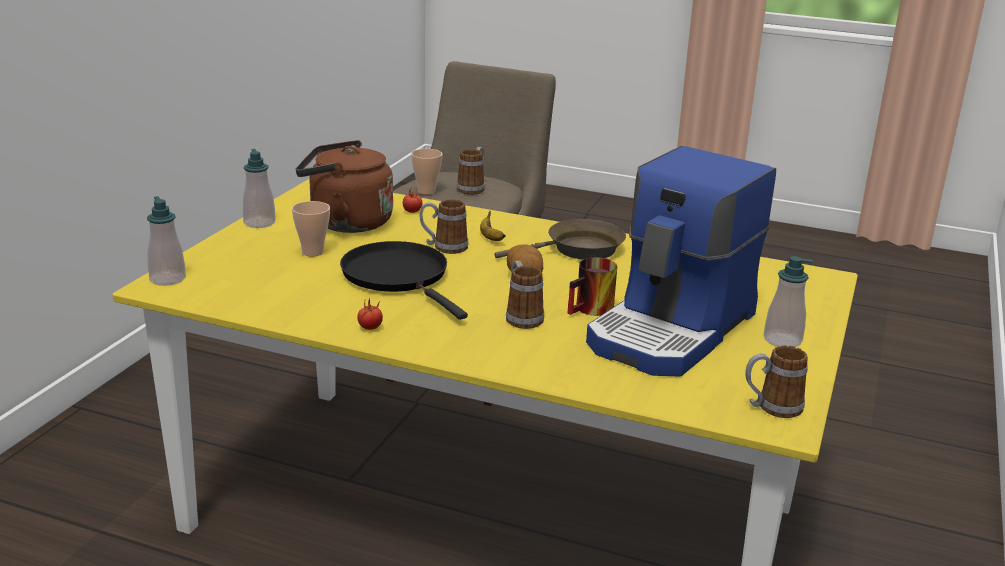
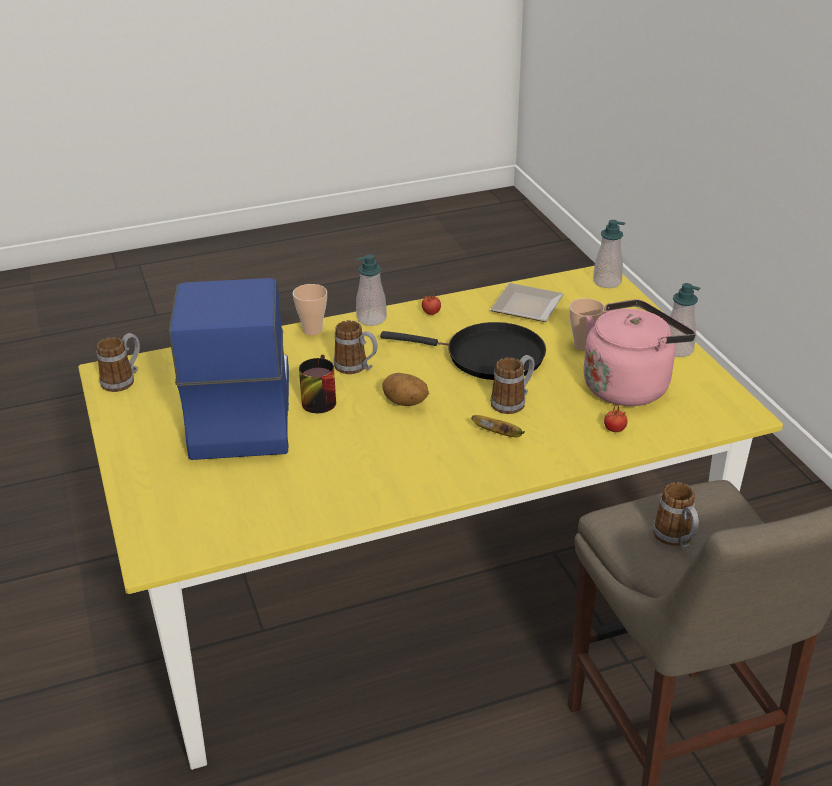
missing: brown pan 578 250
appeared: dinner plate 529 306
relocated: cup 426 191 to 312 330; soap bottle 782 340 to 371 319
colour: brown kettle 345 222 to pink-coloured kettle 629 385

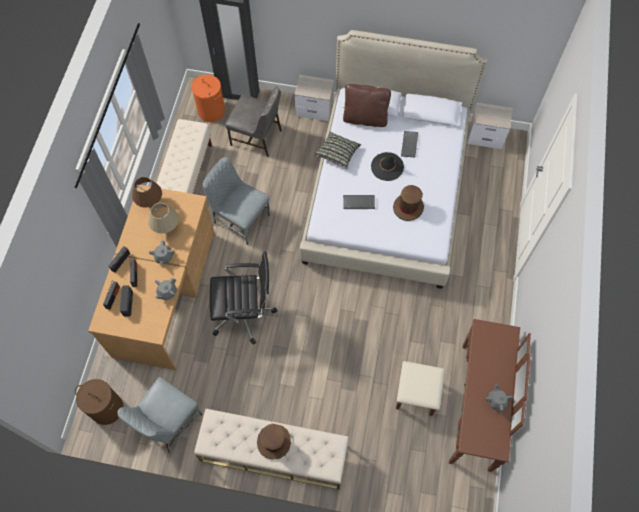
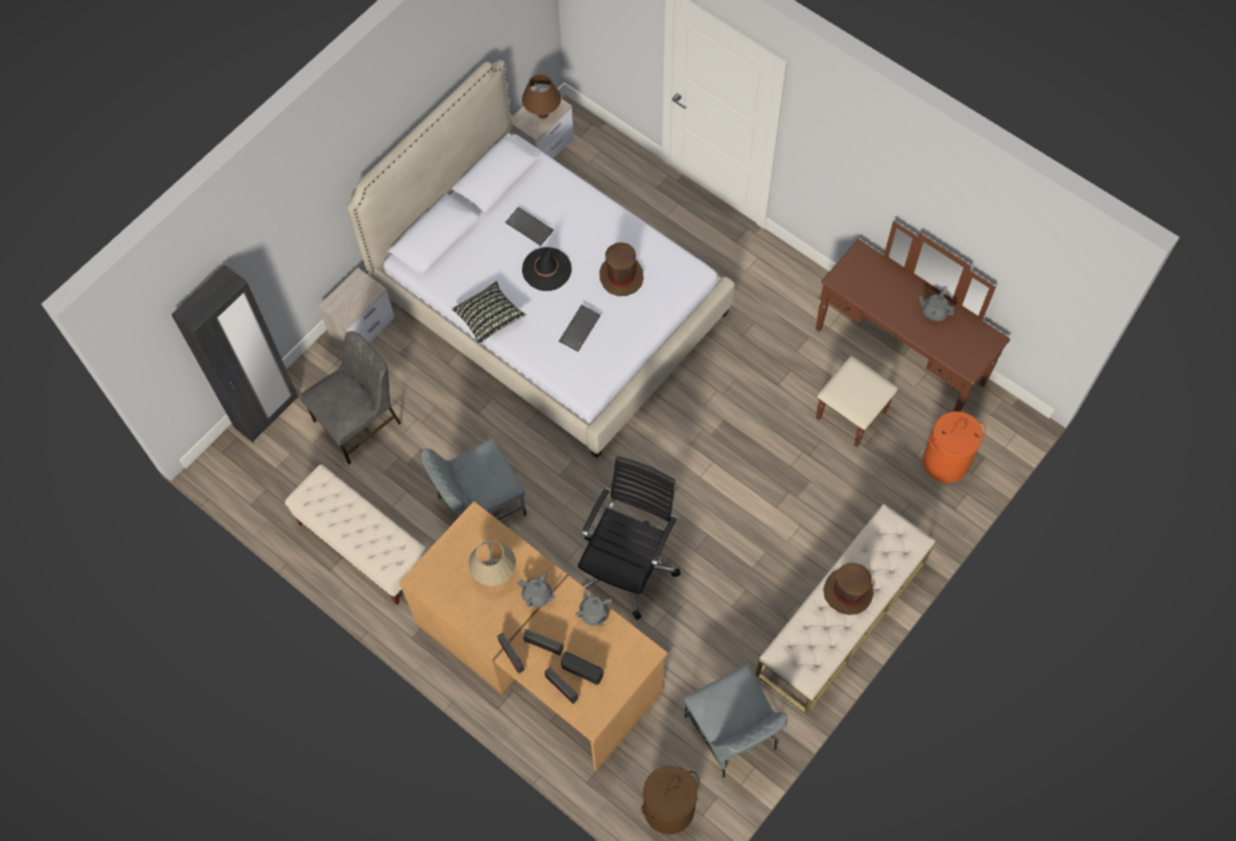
missing: brown cushion 365 118
relocated: brown table lamp 151 203 to 543 114; orangey laundry basket 211 111 to 946 461

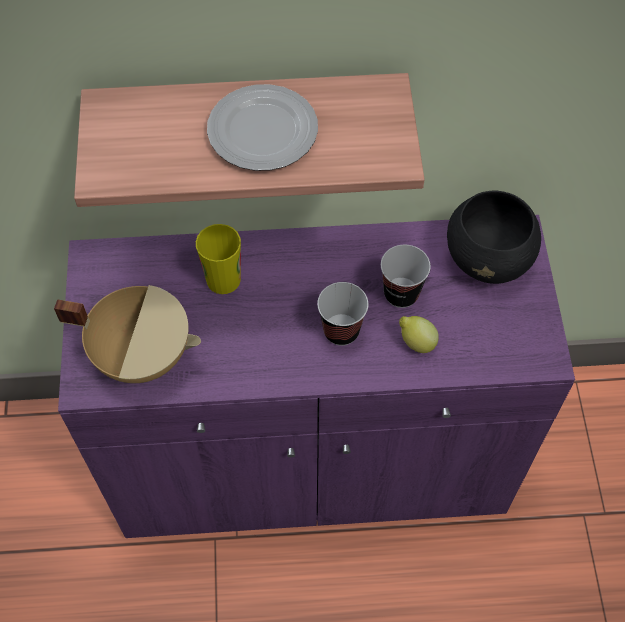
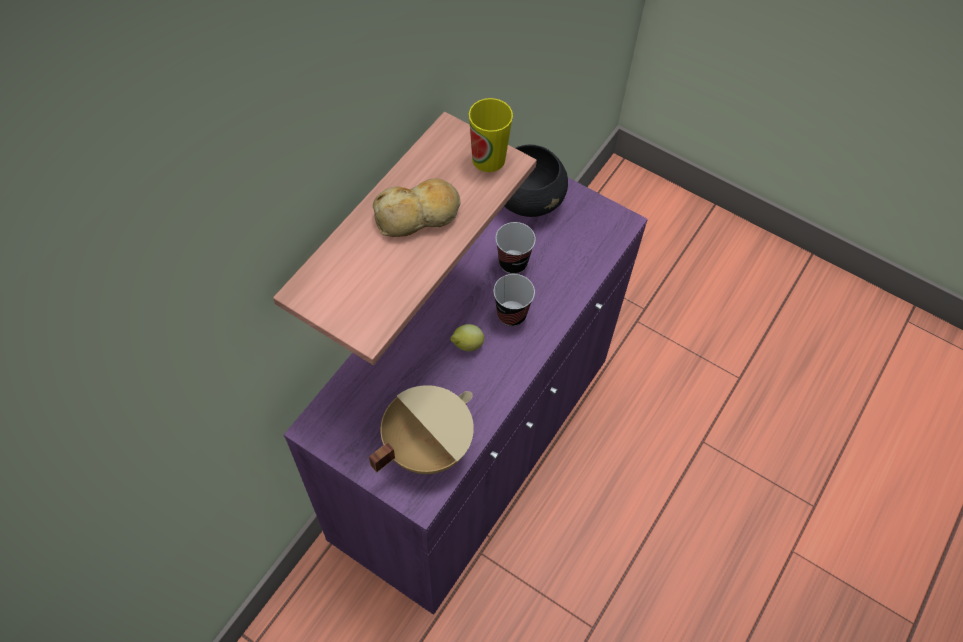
relocated: citrus fruit 416 342 to 466 345; cup 223 279 to 488 159
exchanged: dinner plate 262 131 to bakery bread 418 215

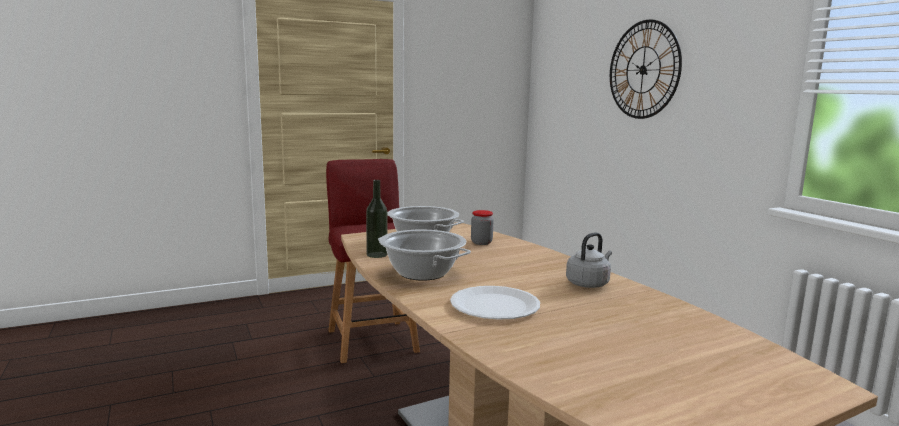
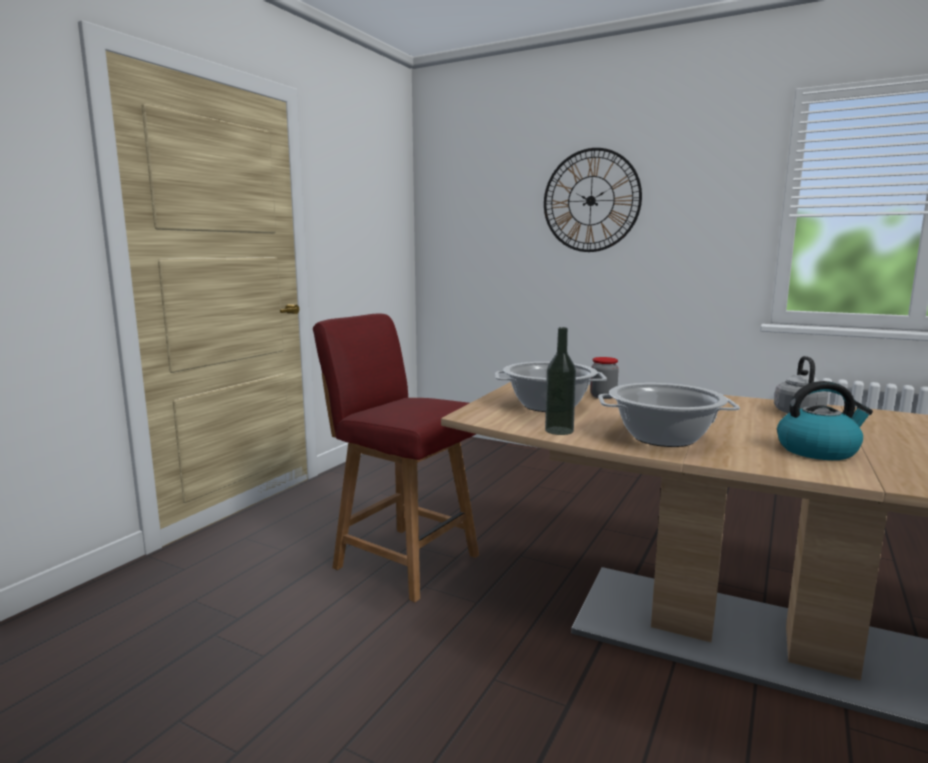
exchanged: white dinner plate 494 305 to kettle 818 450

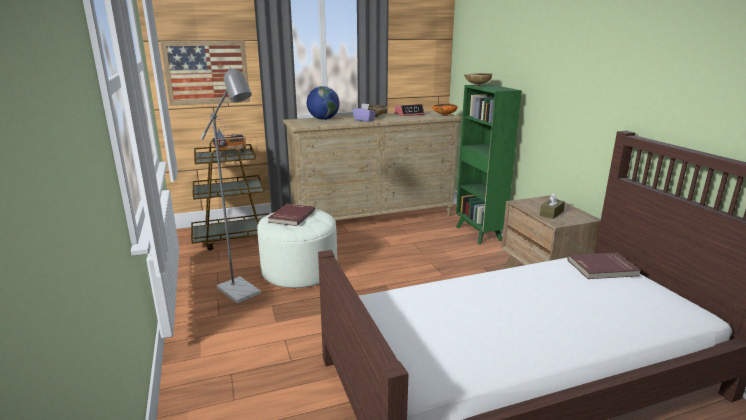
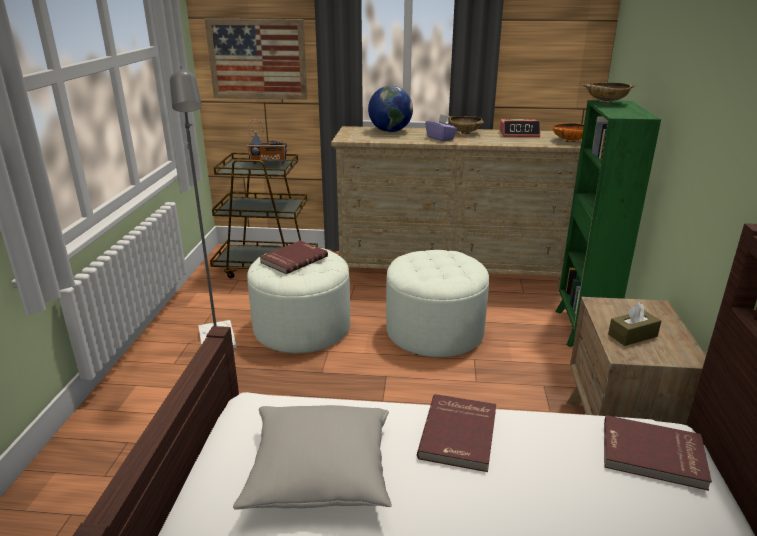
appeared: grey cushion 319 473; white footrest 434 331; reddish volume 460 434

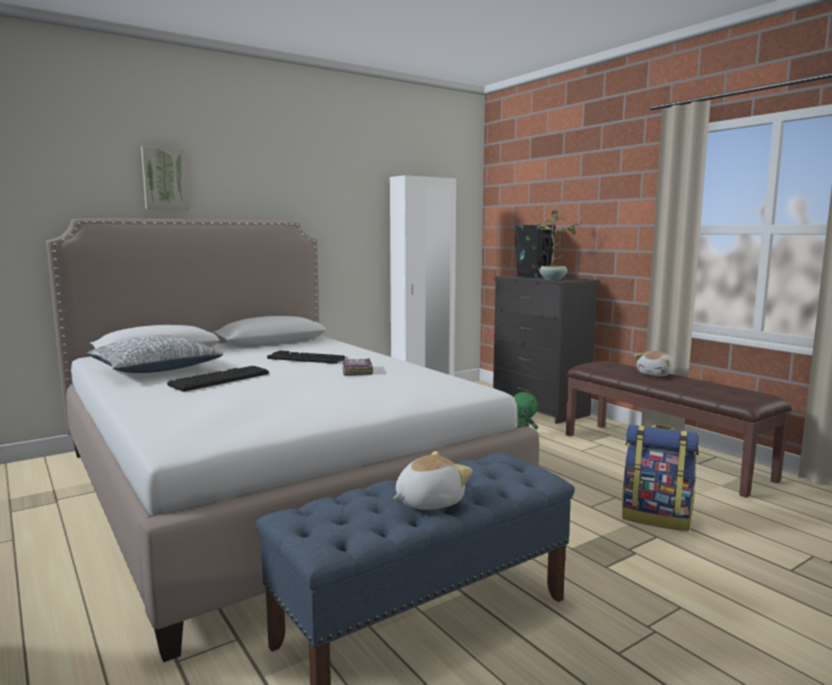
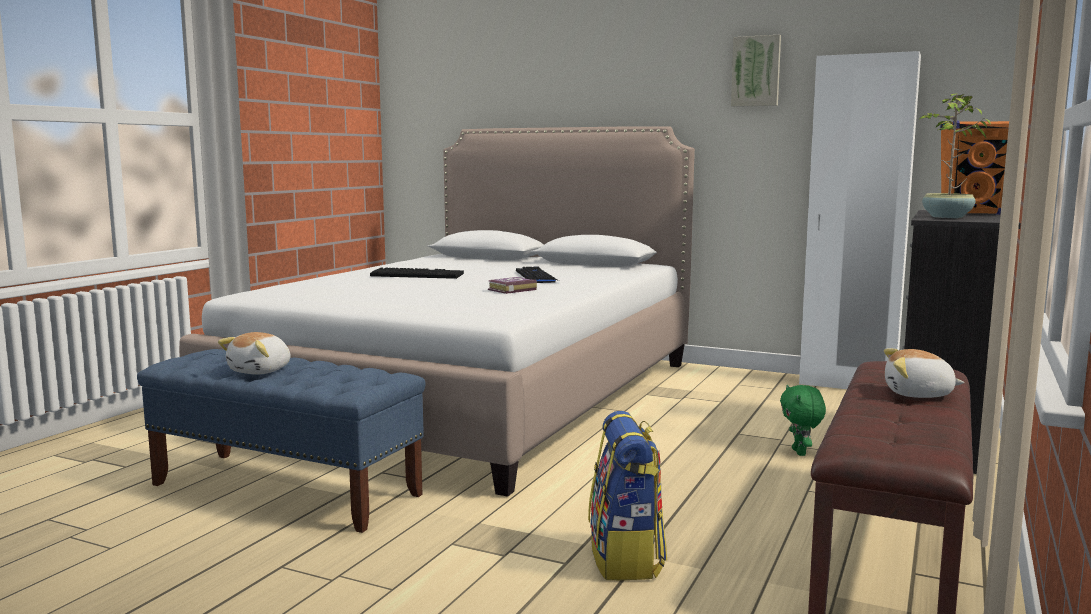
missing: cushion 156 370
relocated: picture 164 179 to 756 71
colour: black audio speaker 532 276 to orangey audio speaker 970 213
spun: cuddly toy 428 502 = 261 371 90 degrees clockwise

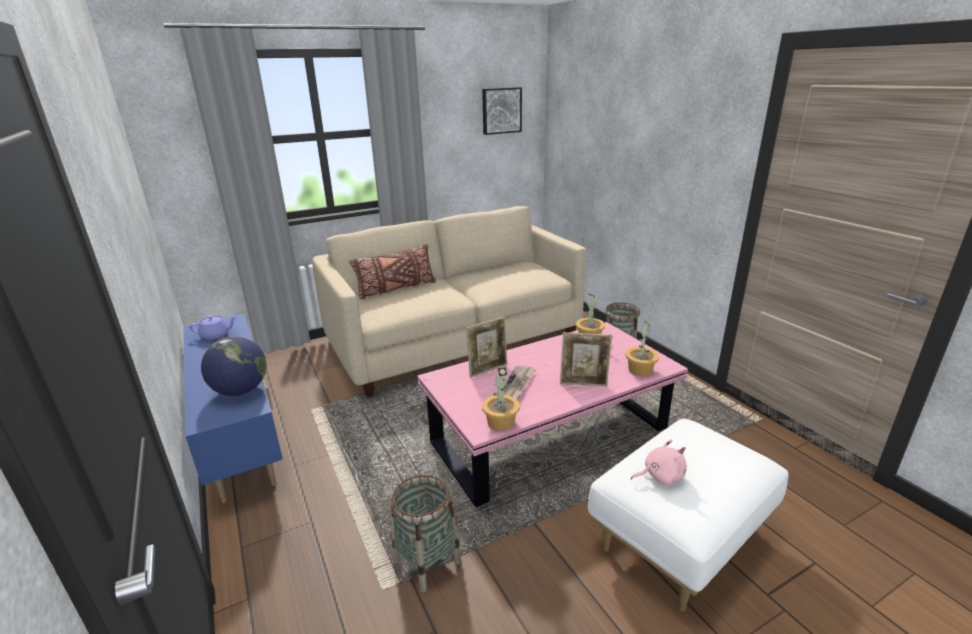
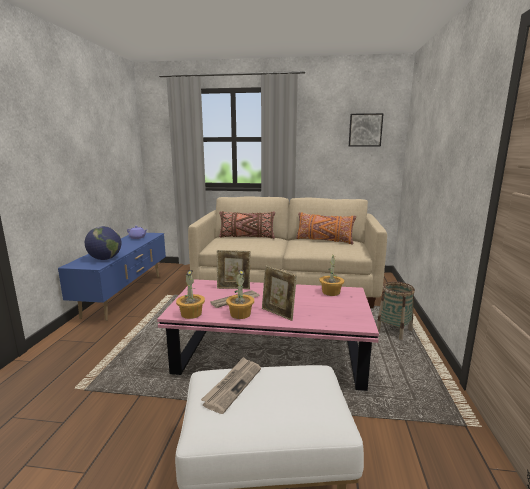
missing: basket 427 561
appeared: orangey cushion 324 240
relocated: houseplant 639 370 to 240 314
exchanged: pink-coloured cuddly toy 660 476 to newspaper 233 385

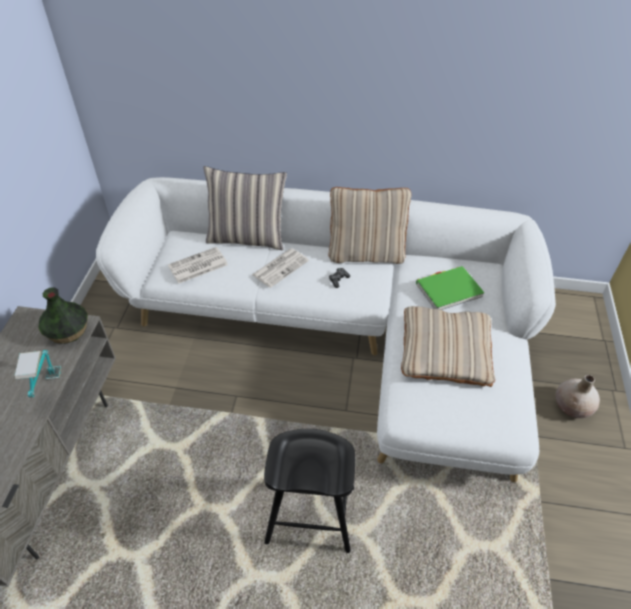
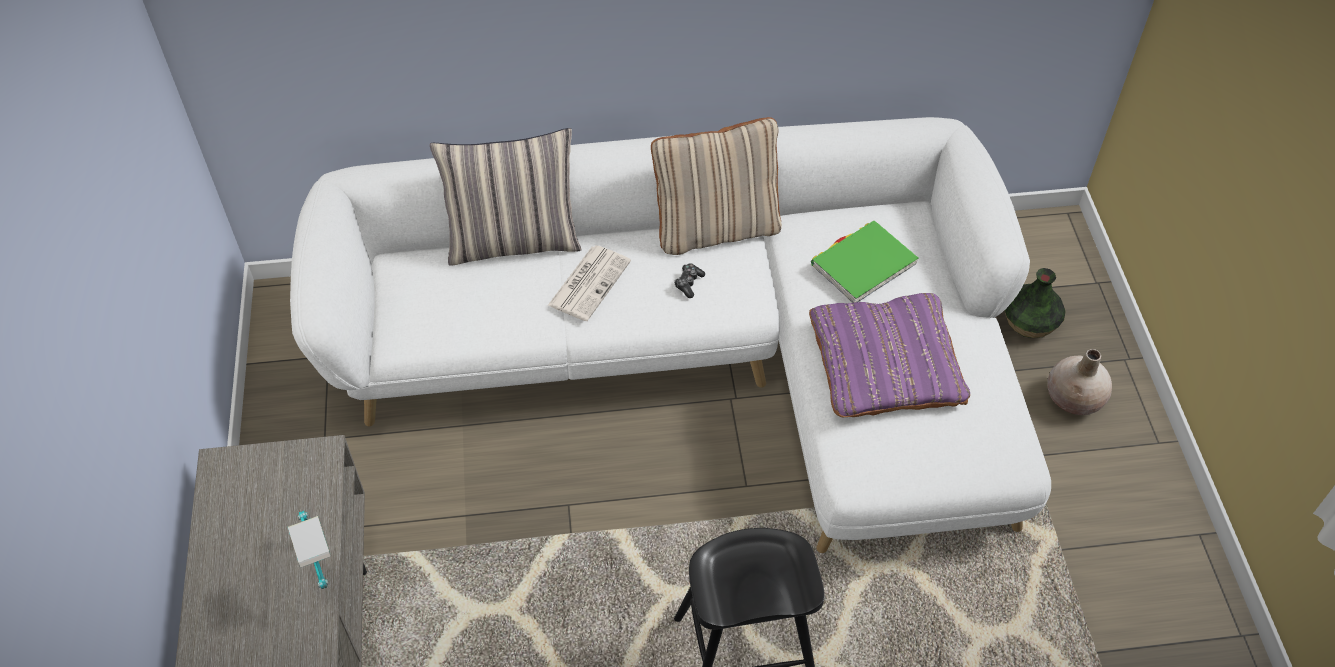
missing: newspaper 197 266
relocated: flower vase 67 332 to 1029 322
colour: beige-coloured cushion 445 350 to purplish cushion 886 363

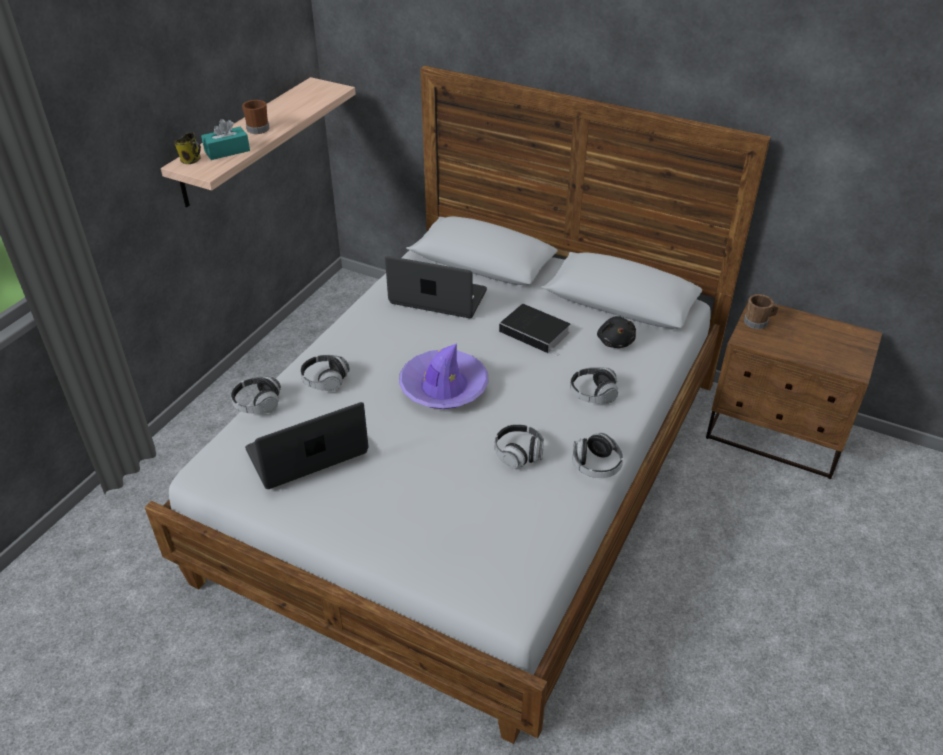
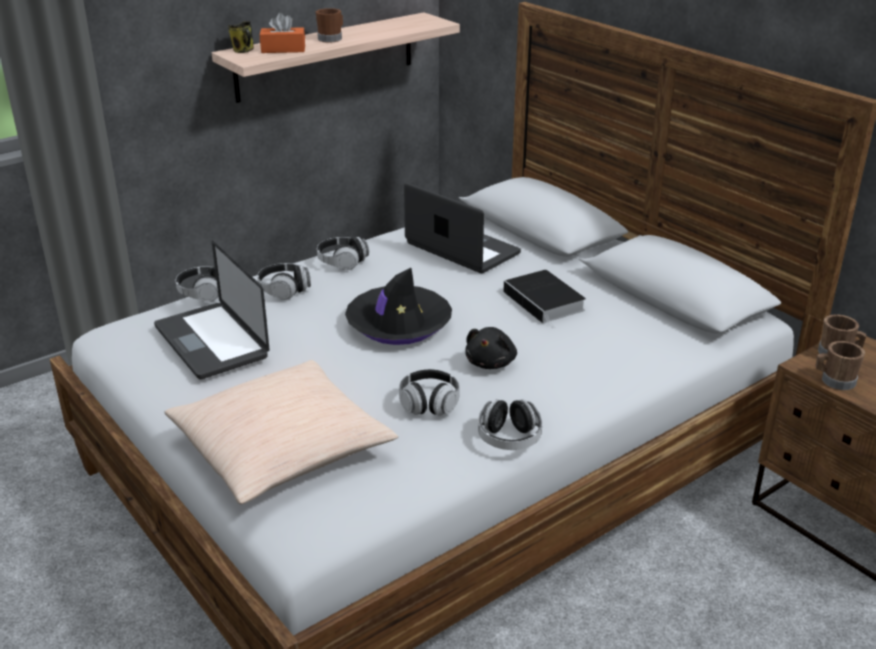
appeared: beige-coloured cushion 282 448; brown coffee mug 834 381
relocated: pair of headphones 593 394 to 342 262; black cuddly toy 615 341 to 491 362
colour: turquoise box of tissues 227 151 to orangey box of tissues 283 49; purplish hat 443 387 to black hat 398 324
spun: laptop 307 452 = 211 342 120 degrees counterclockwise

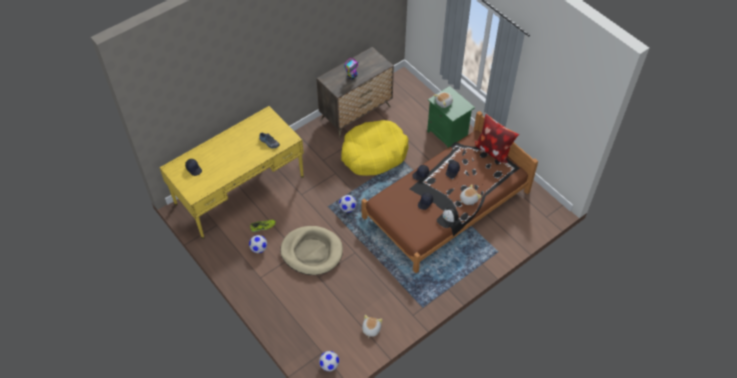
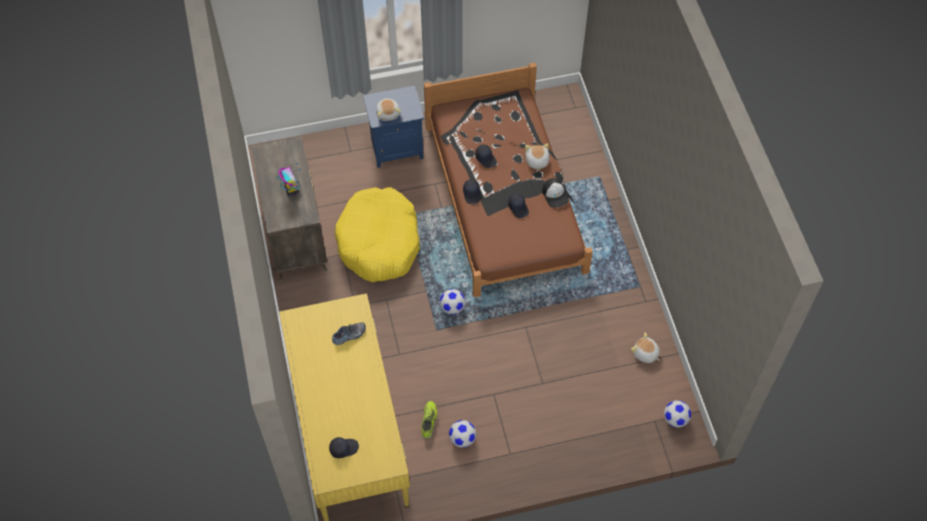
missing: beige-coloured pet bed 312 252; cushion 493 150
colour: greenish nightstand 448 135 to bluish nightstand 396 148

